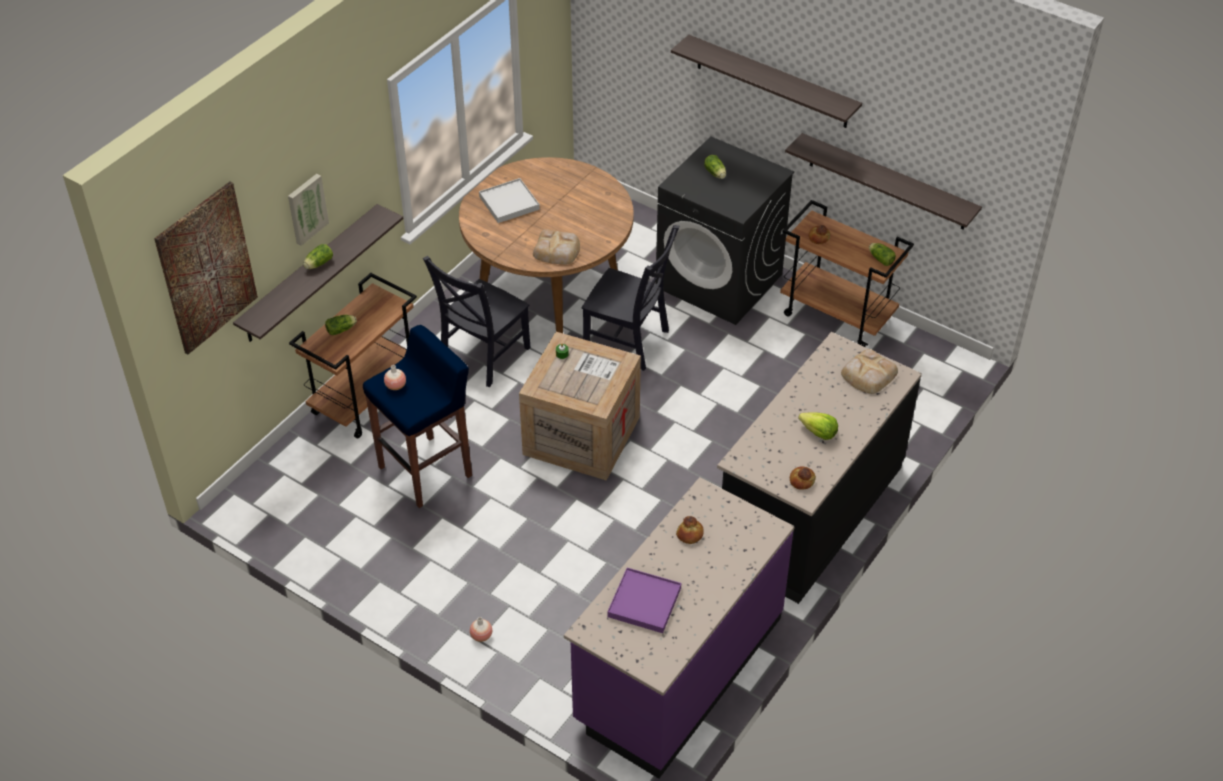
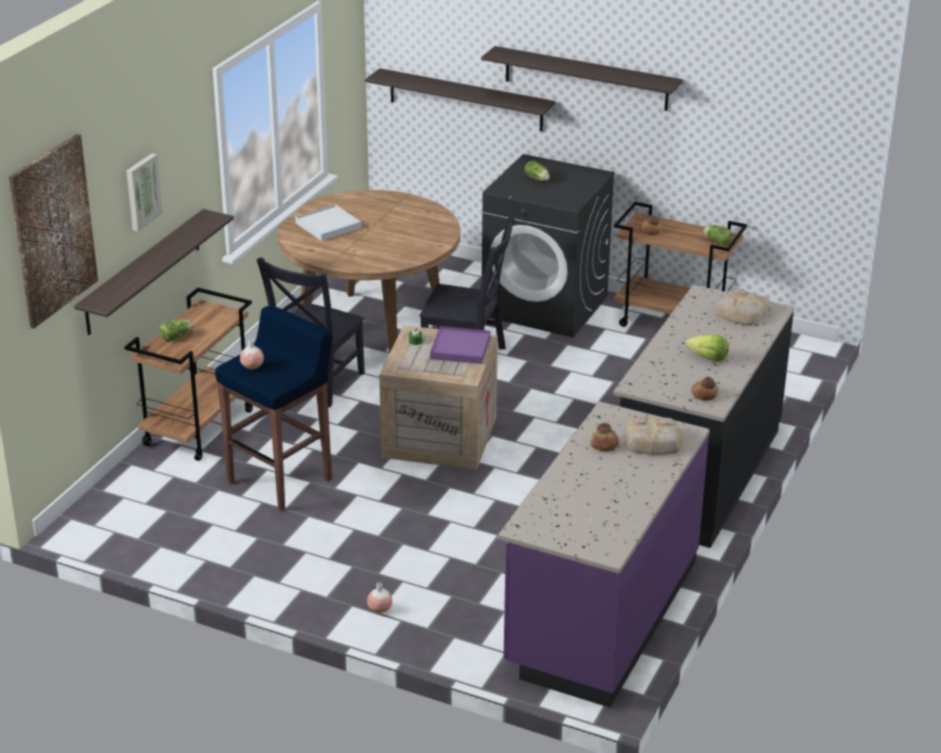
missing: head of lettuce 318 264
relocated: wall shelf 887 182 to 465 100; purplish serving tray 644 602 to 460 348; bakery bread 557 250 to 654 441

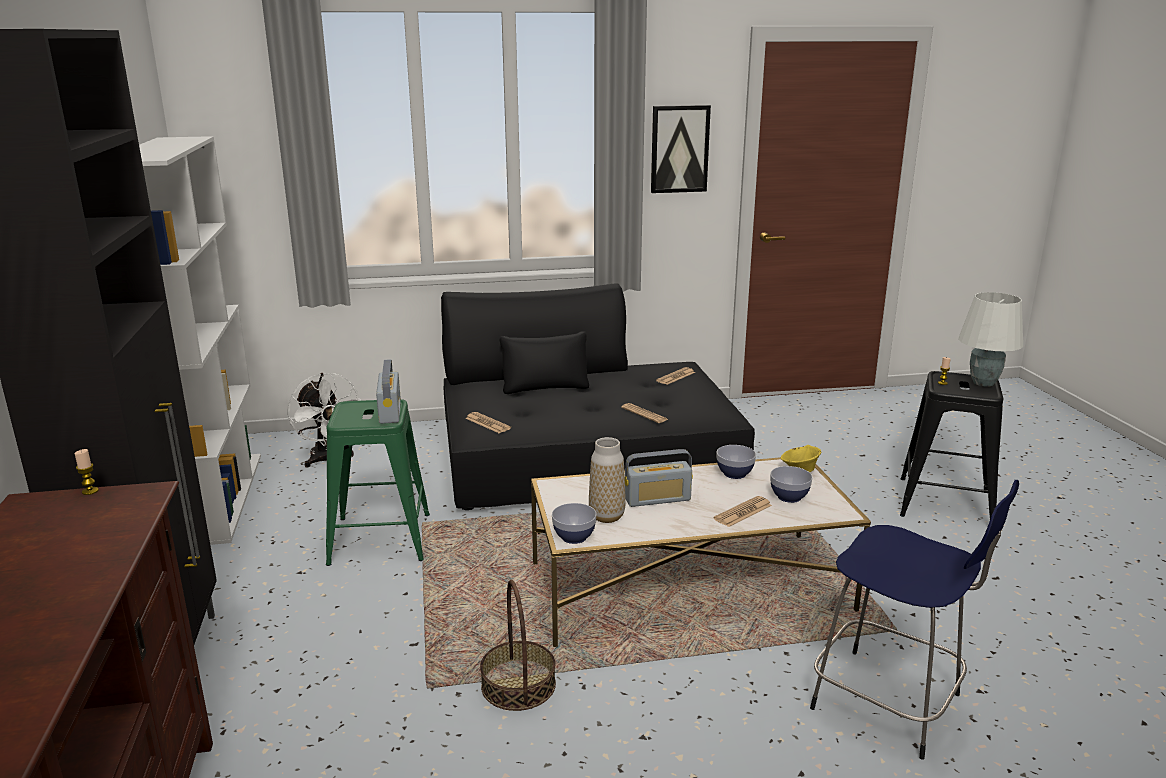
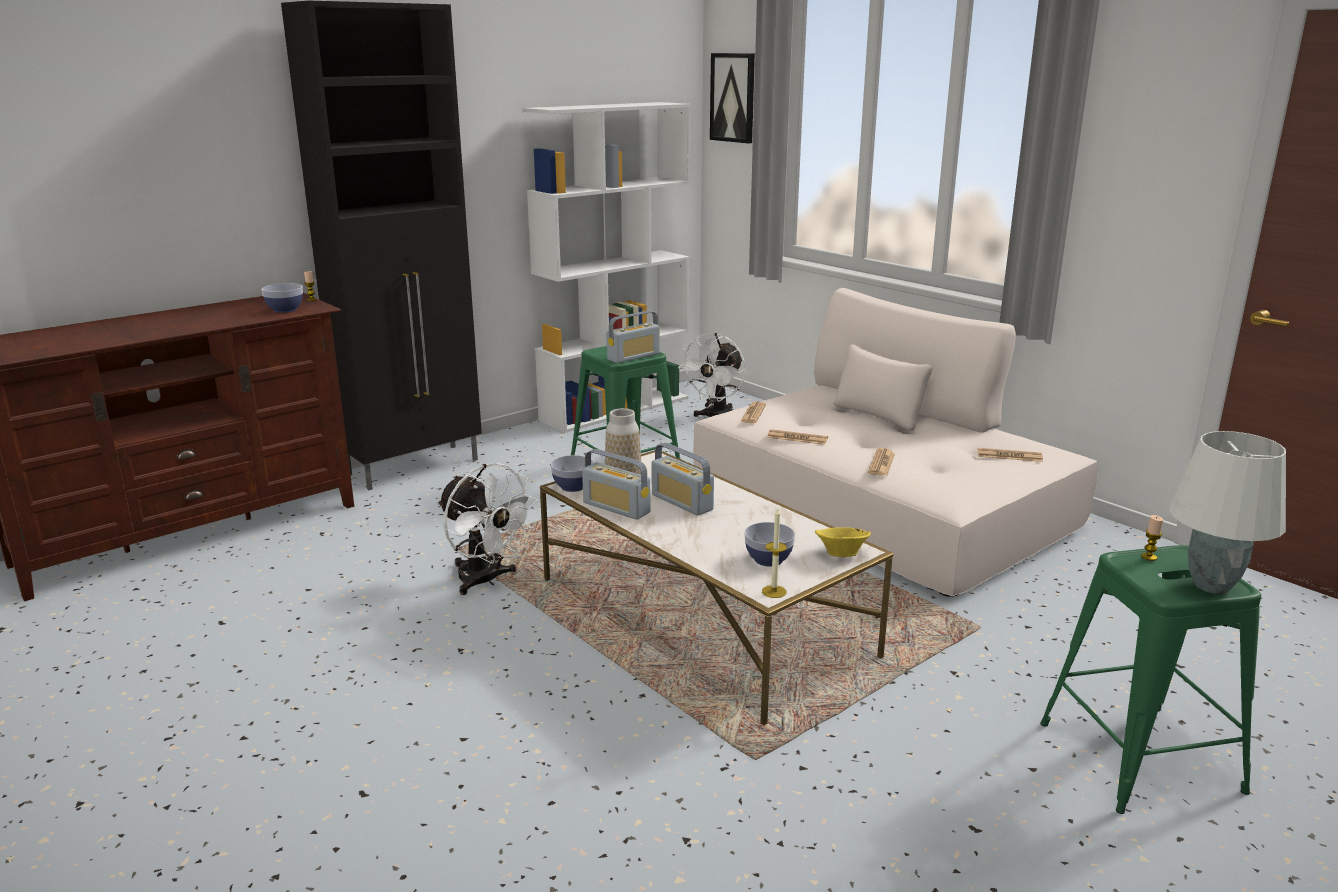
missing: bluish stool seat 891 704
appeared: radio set 616 508; candle 774 591
relocated: bowl 734 474 to 285 310; picture 679 149 to 733 97; newspaper 743 512 to 797 438
exchanged: basket 518 685 to white electric fan 485 581
colour: black couch 588 458 to beige-coloured couch 882 507; black stool seat 945 503 to greenish stool seat 1139 757

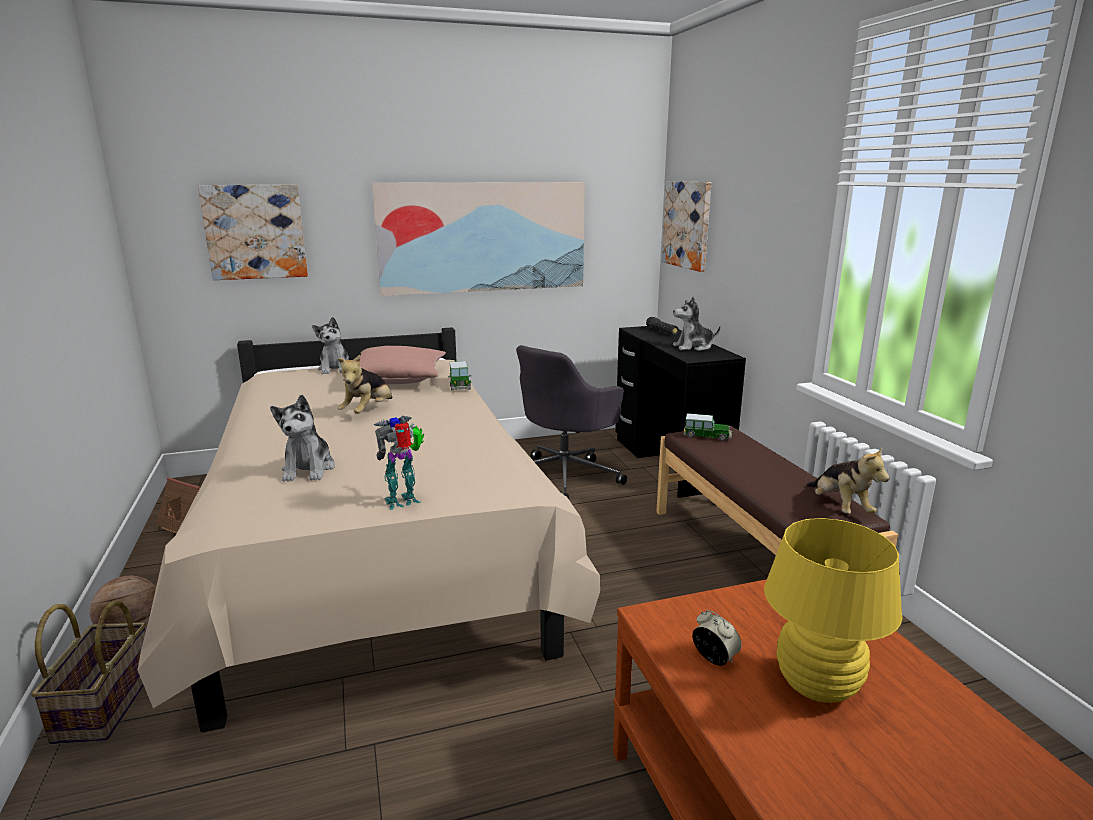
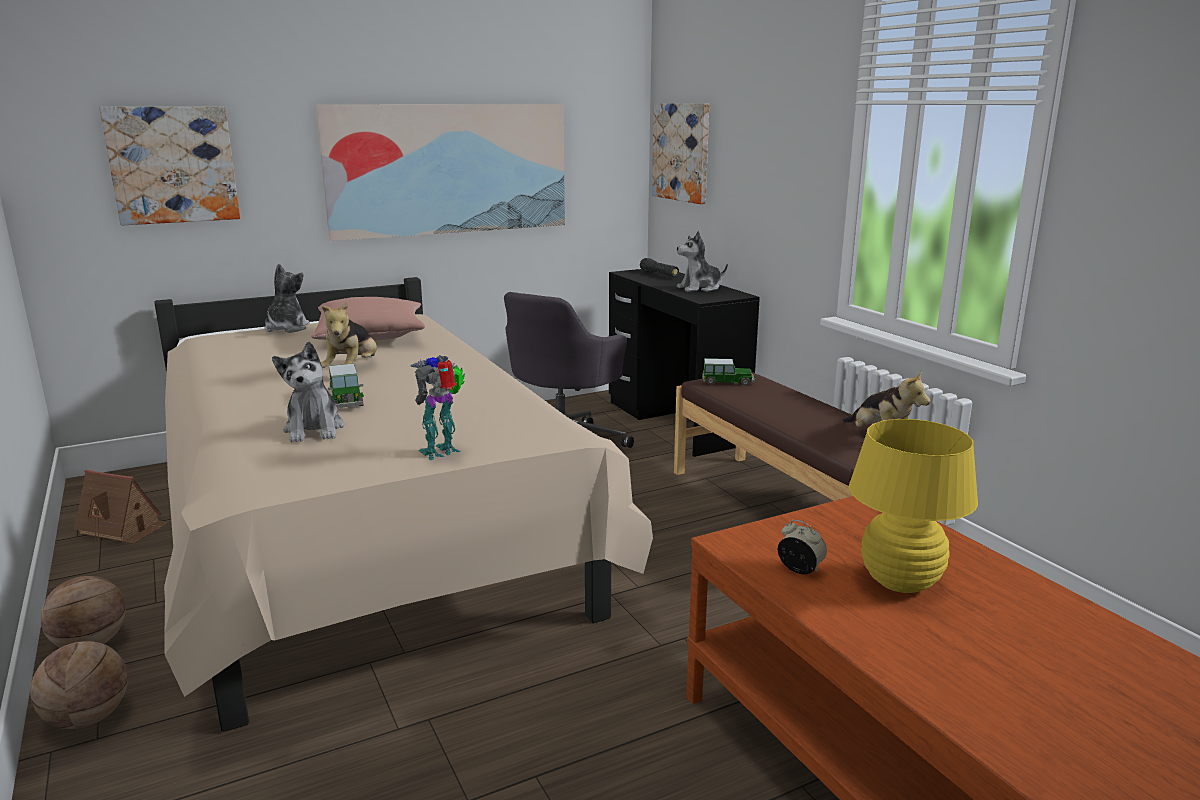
relocated: miniature car 460 385 to 346 400
exchanged: basket 103 704 to basketball 87 719
spun: cuddly toy 335 368 = 286 328 150 degrees counterclockwise

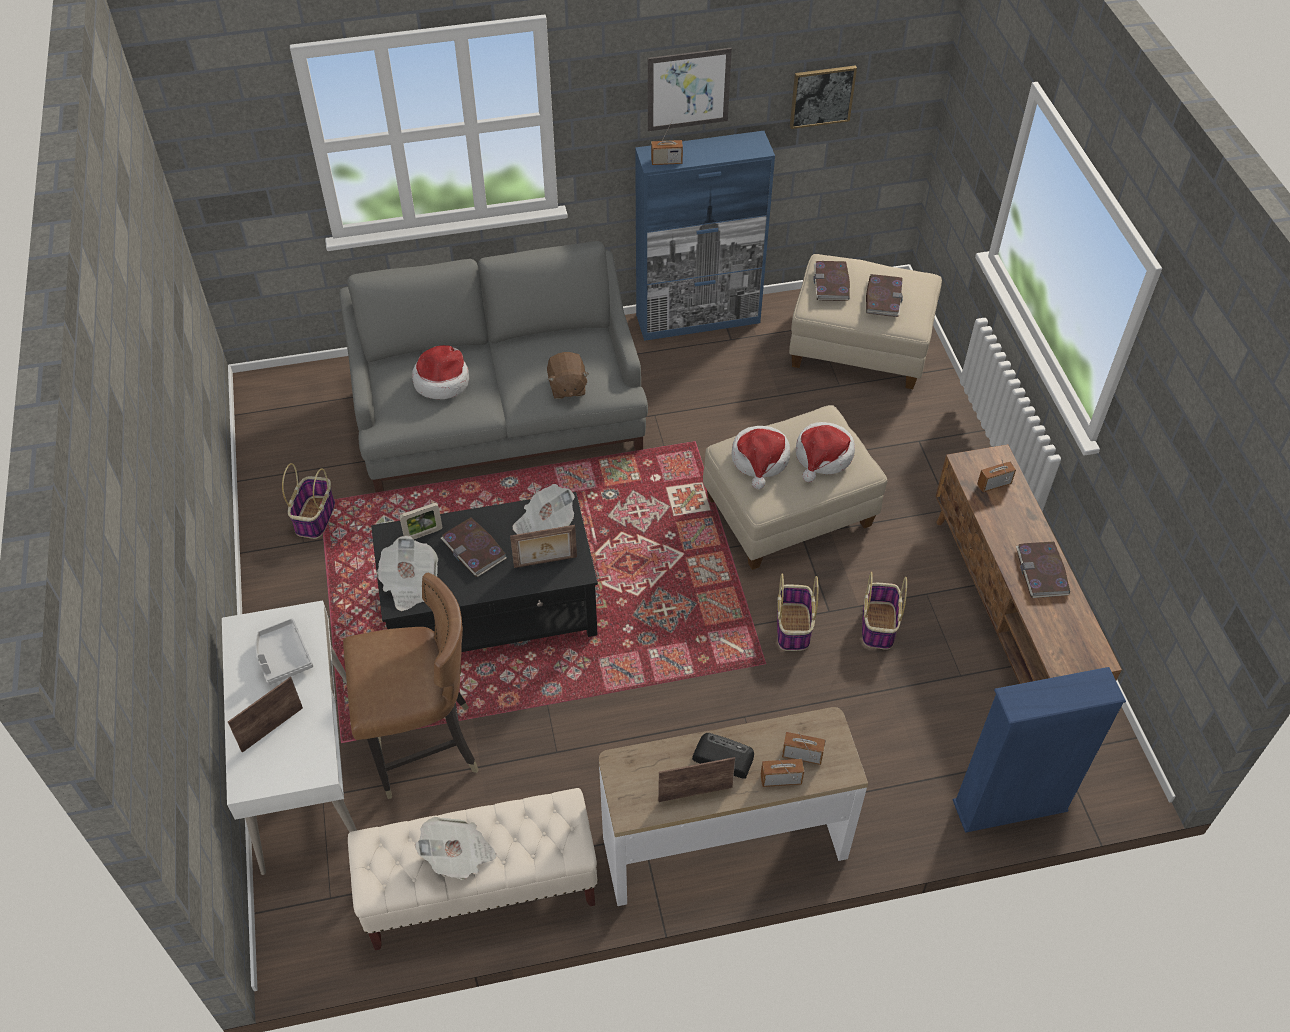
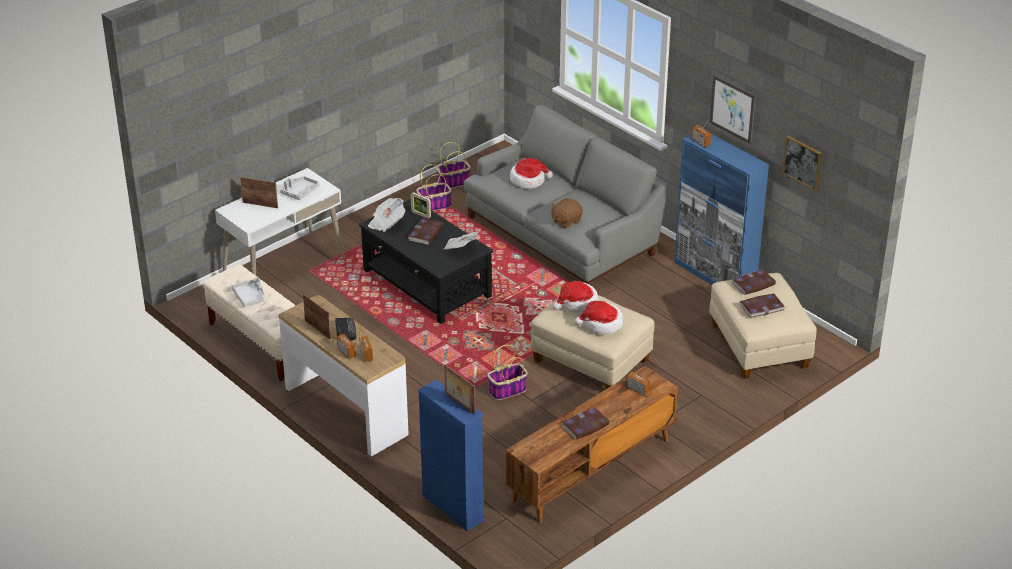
missing: brown upright chair 424 748
relocated: basket 878 625 to 454 182; standing frame 545 563 to 459 403
exchanged: newspaper 458 856 to grey serving tray 250 297

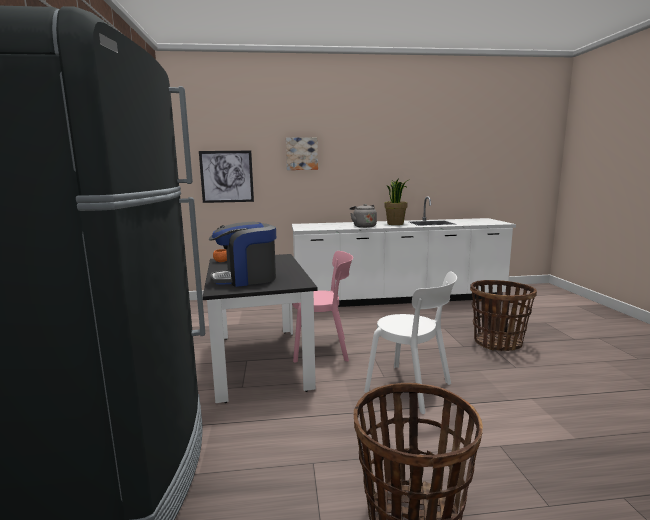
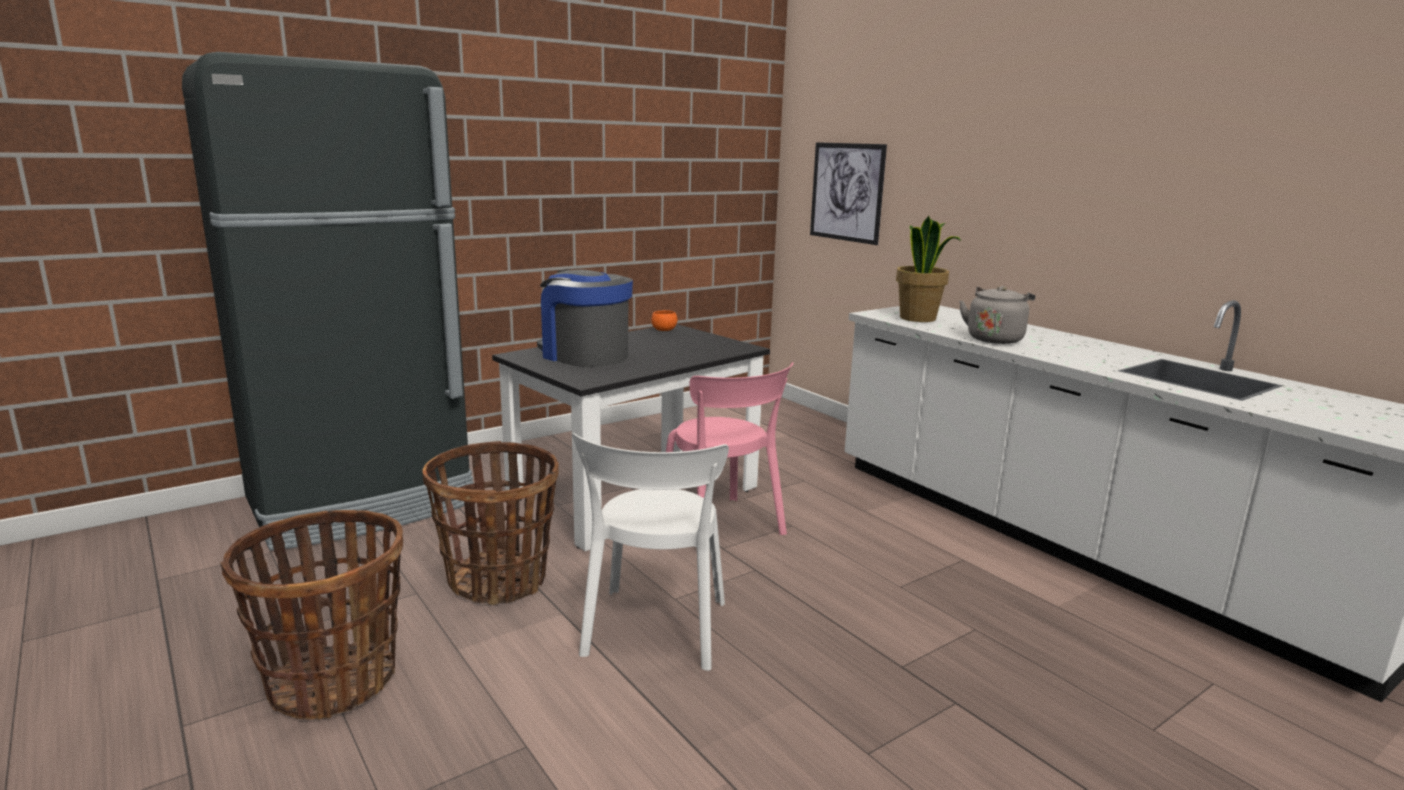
missing: picture 301 154
relocated: basket 497 343 to 498 580; houseplant 395 224 to 918 318

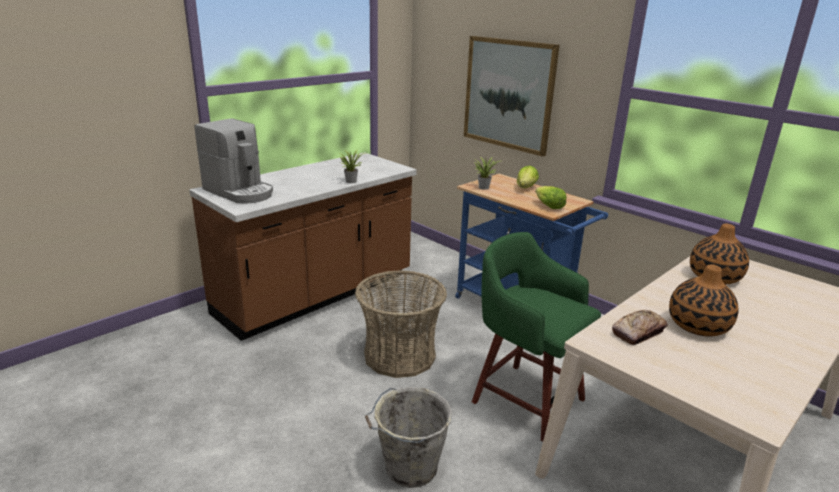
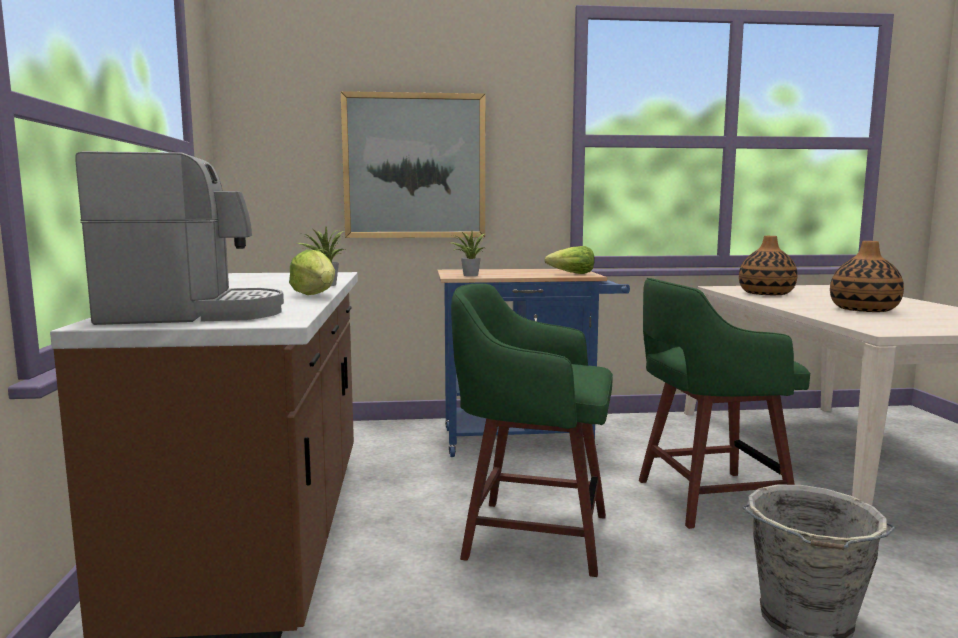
missing: bakery bread 638 332
relocated: head of lettuce 526 188 to 315 295
exchanged: basket 399 355 to greenish stool seat 531 535

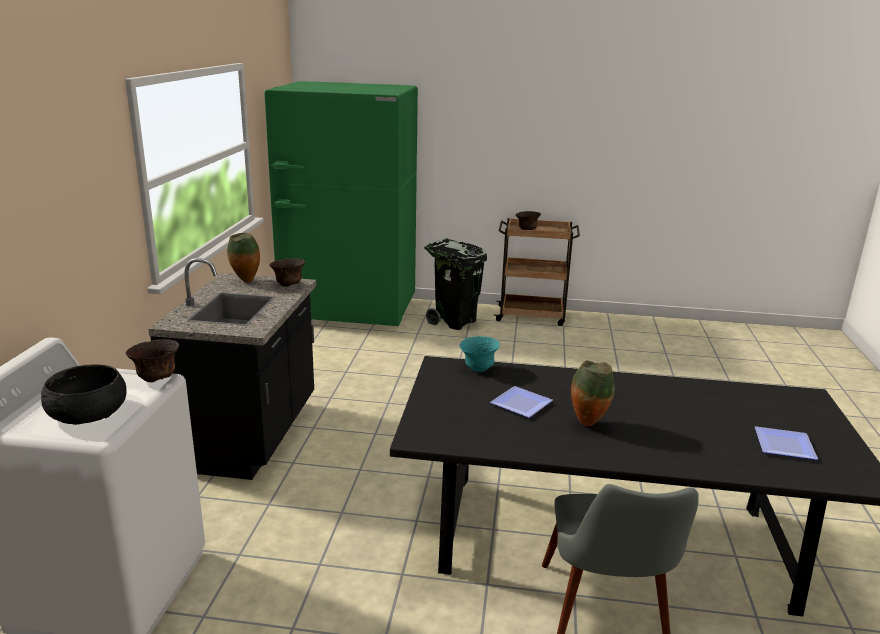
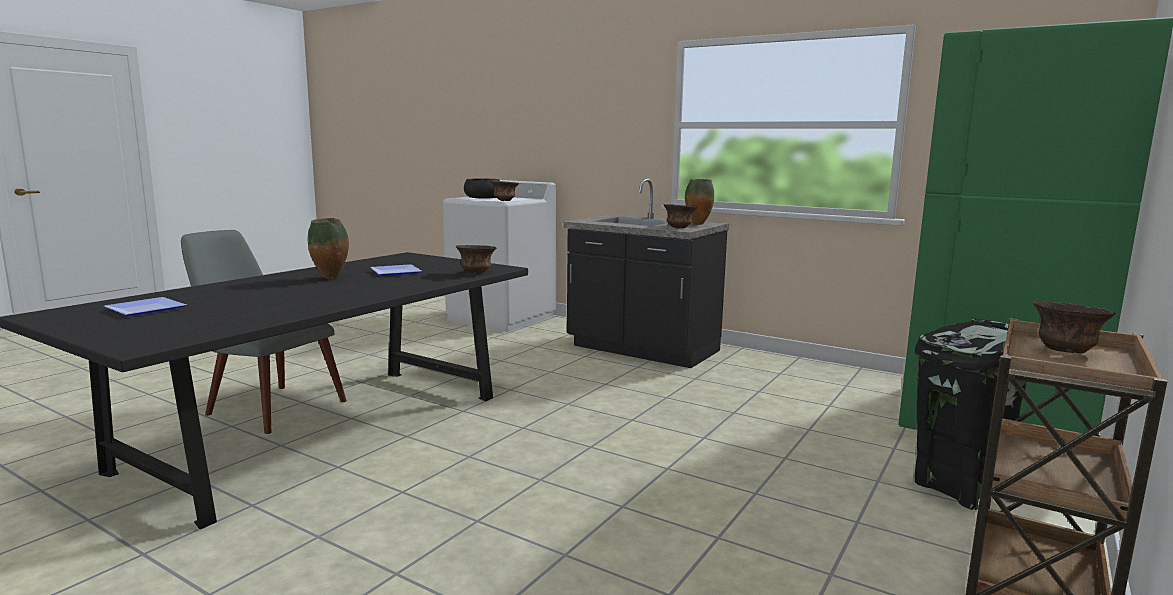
colour: turquoise bowl 478 368 to brown bowl 476 273

